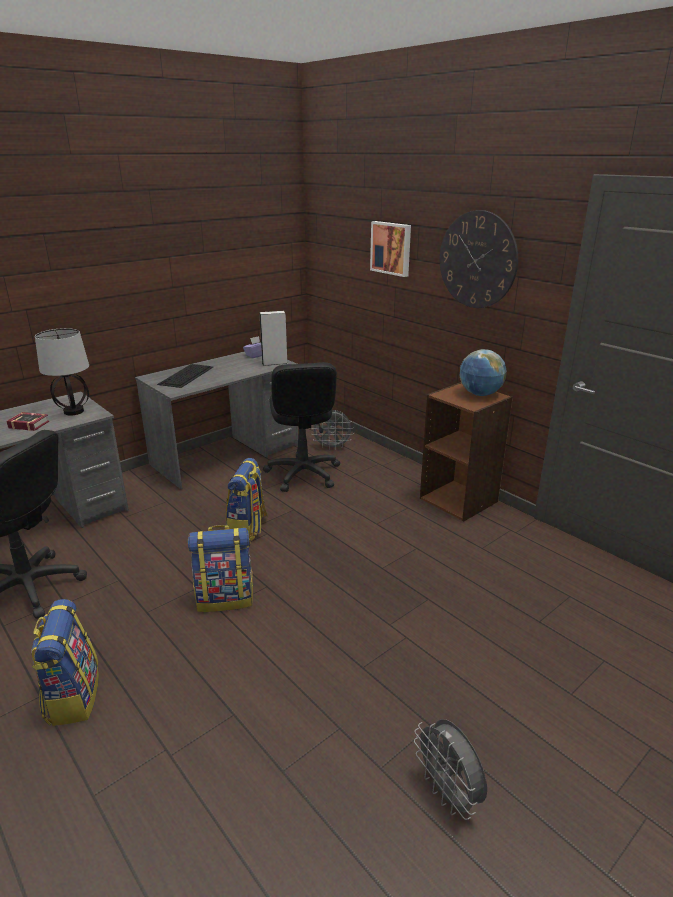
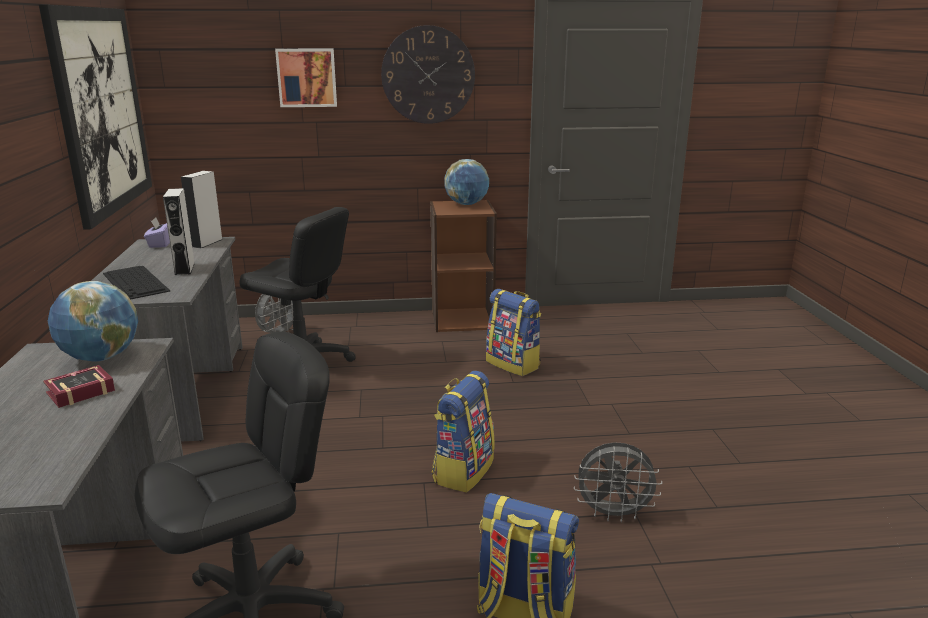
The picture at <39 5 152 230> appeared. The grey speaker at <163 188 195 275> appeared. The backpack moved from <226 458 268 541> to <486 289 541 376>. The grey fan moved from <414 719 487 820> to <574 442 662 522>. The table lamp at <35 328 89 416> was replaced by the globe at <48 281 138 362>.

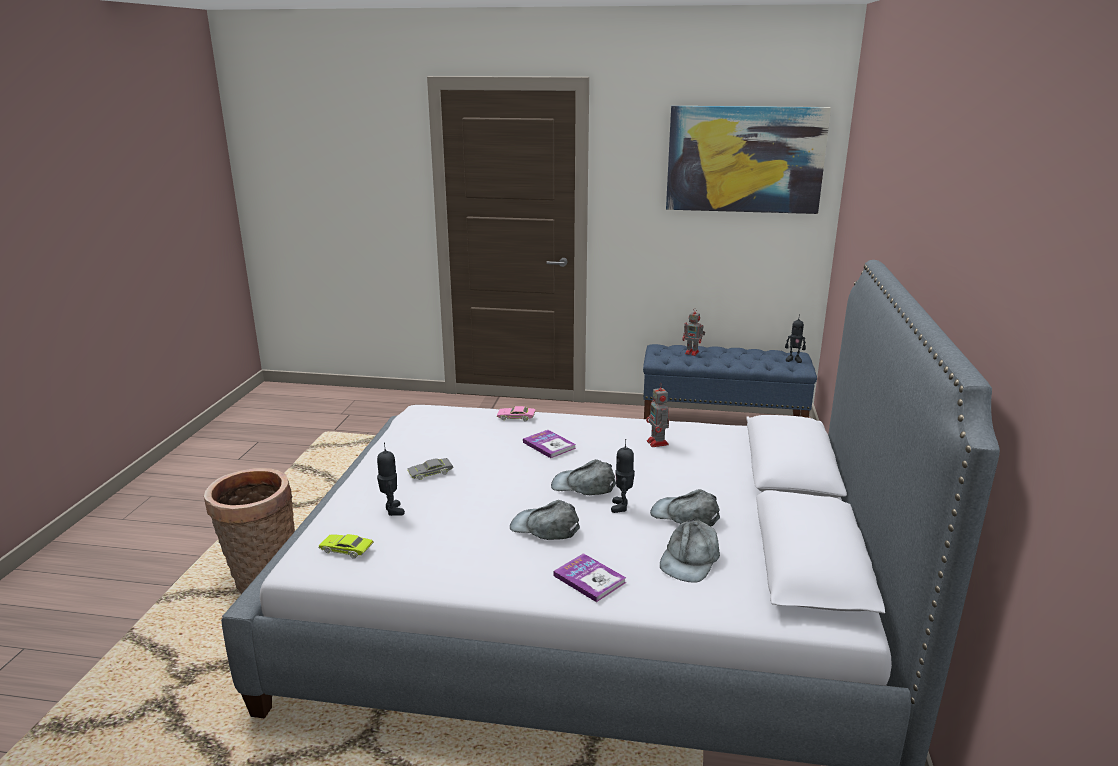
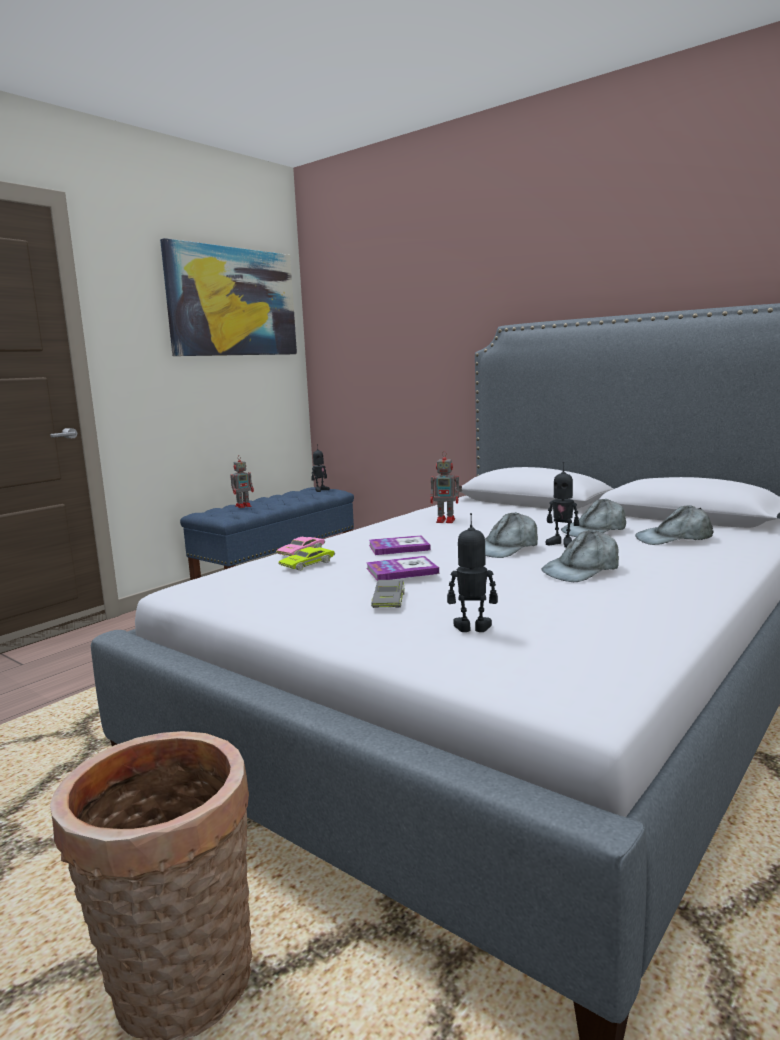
The green toy car moved from <318 534 374 559> to <278 547 335 571>. The book moved from <553 553 626 602> to <366 556 439 581>. The grey cap at <660 519 720 583> turned 120 degrees clockwise.

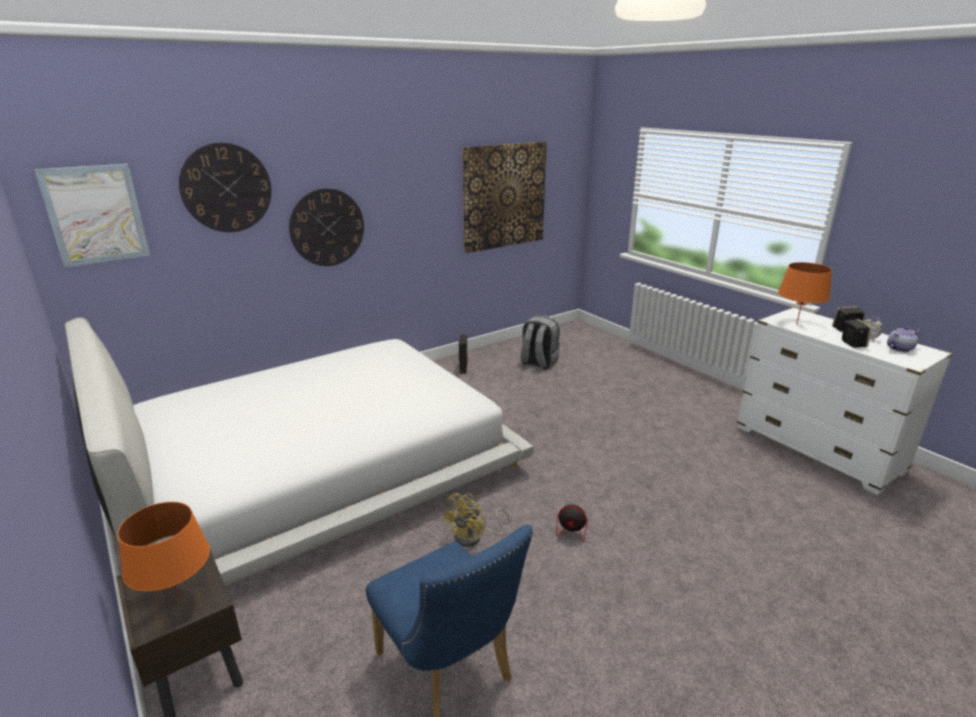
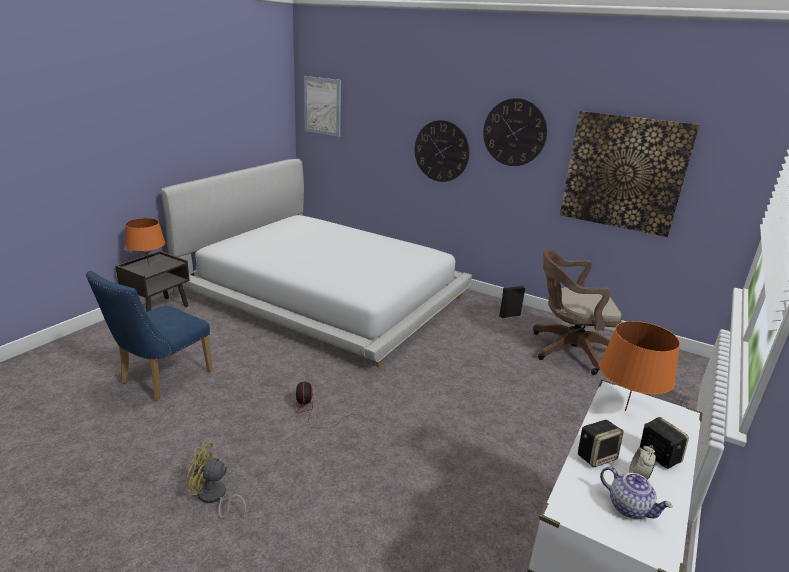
The wall clock moved from <179 143 272 232> to <483 98 547 166>. The yellow fan moved from <441 493 510 547> to <187 441 246 519>. The grey backpack at <520 315 560 370> was replaced by the brown office chair at <533 249 622 375>.

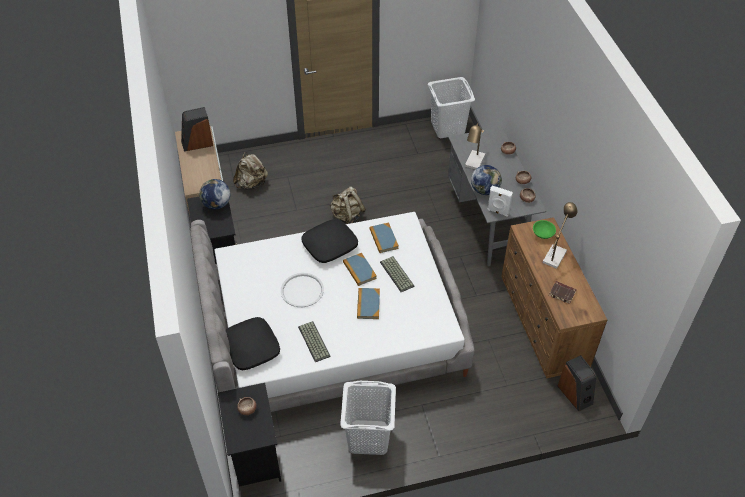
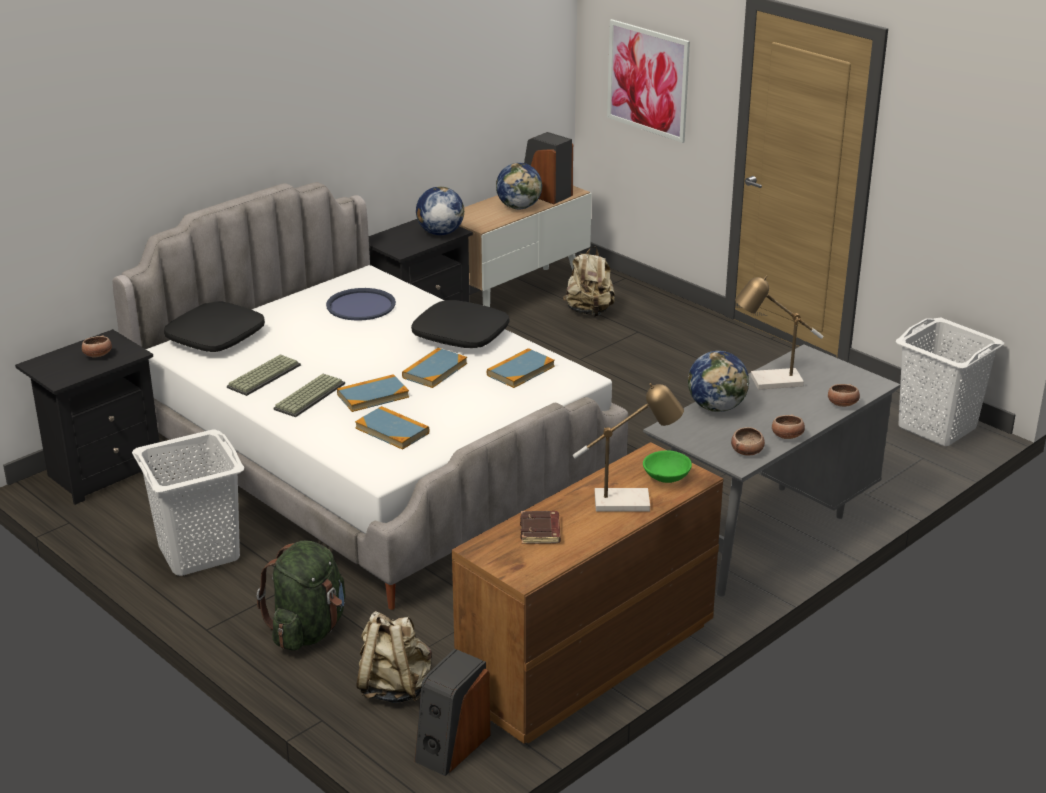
The white tray at <281 273 324 307> disappeared. The white speaker at <487 186 513 217> disappeared. The green backpack at <256 541 345 651> appeared. The blue tray at <326 288 396 321> appeared. The book at <355 406 429 450> appeared. The globe at <496 163 542 209> appeared. The picture at <607 19 690 143> appeared. The beige backpack moved from <330 186 366 224> to <356 611 432 703>. The keyboard moved from <380 256 415 292> to <273 374 345 417>.

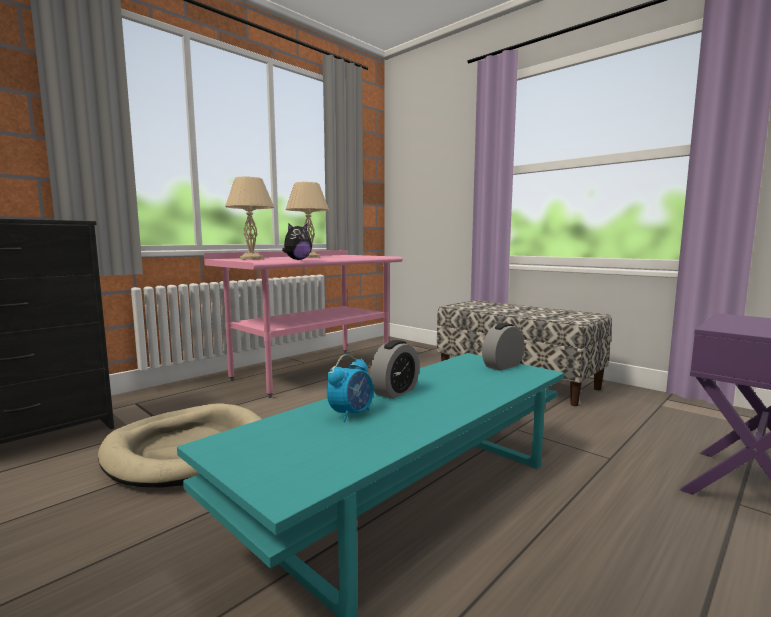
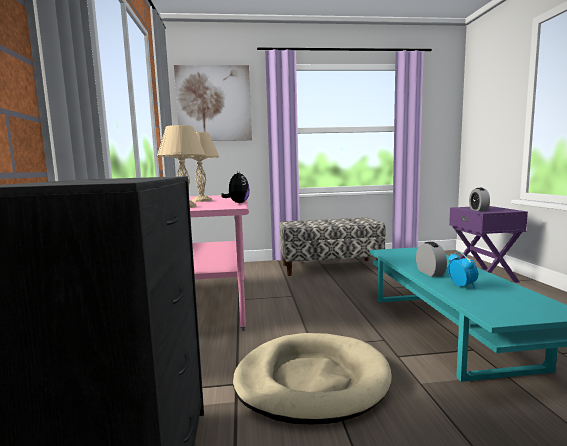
The picture at <174 65 252 141> appeared. The alarm clock moved from <482 323 524 371> to <469 188 490 211>.

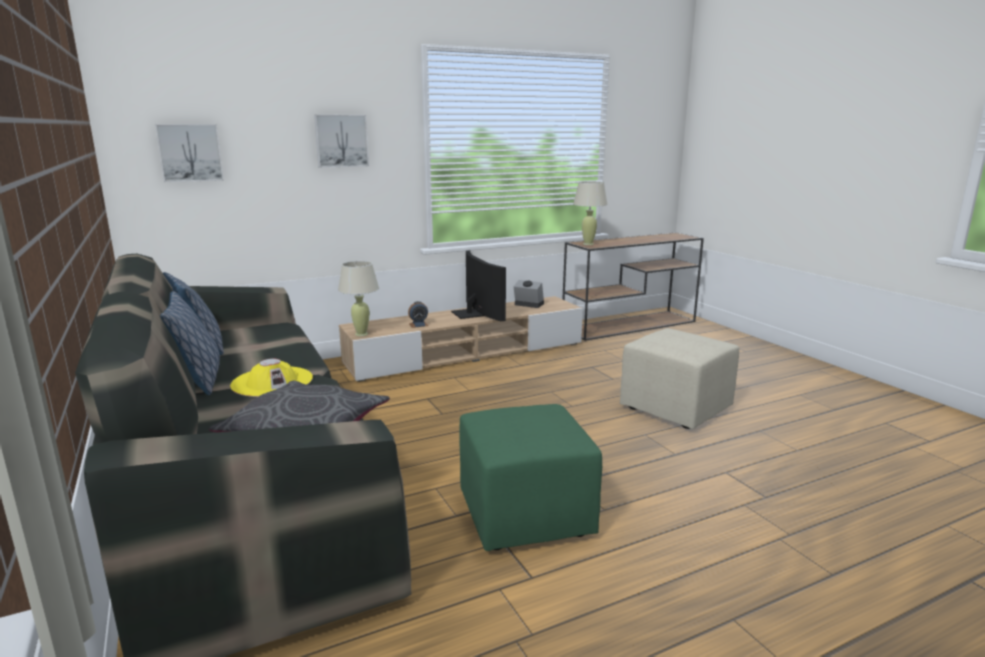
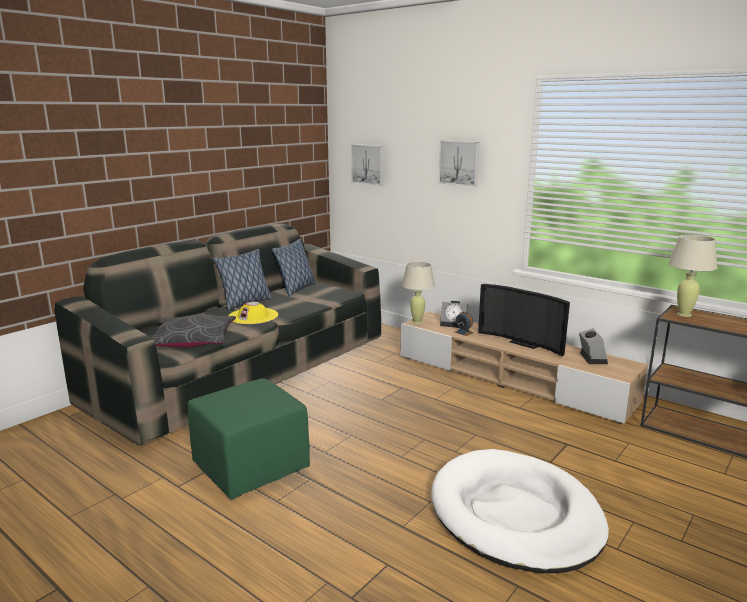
The alarm clock at <440 301 468 328> appeared. The beige ottoman at <620 328 739 429> was replaced by the white dog bed at <431 449 609 573>. The television at <451 251 506 321> turned 90 degrees clockwise.

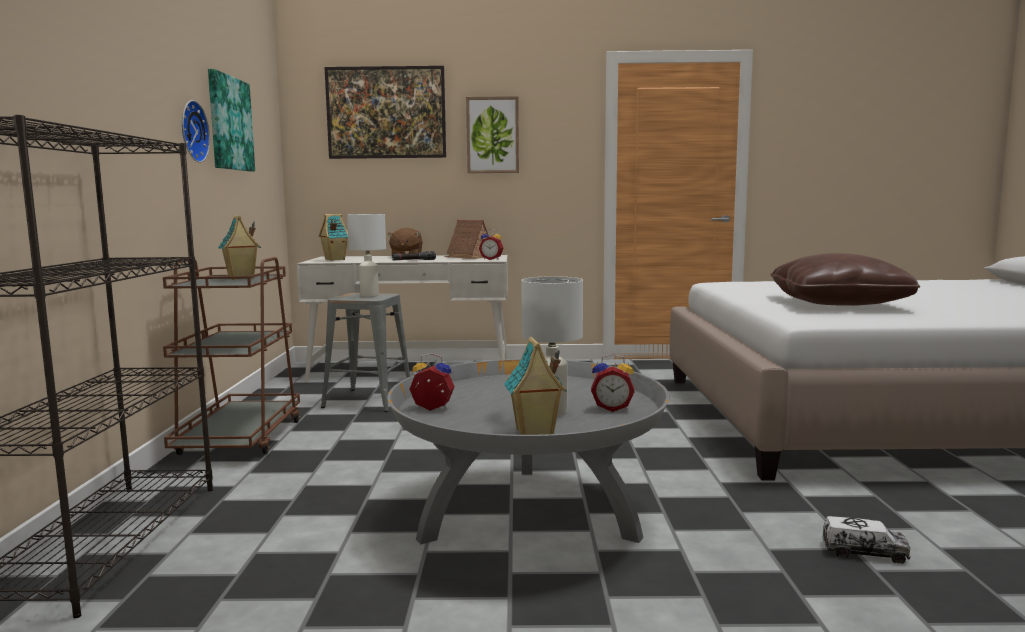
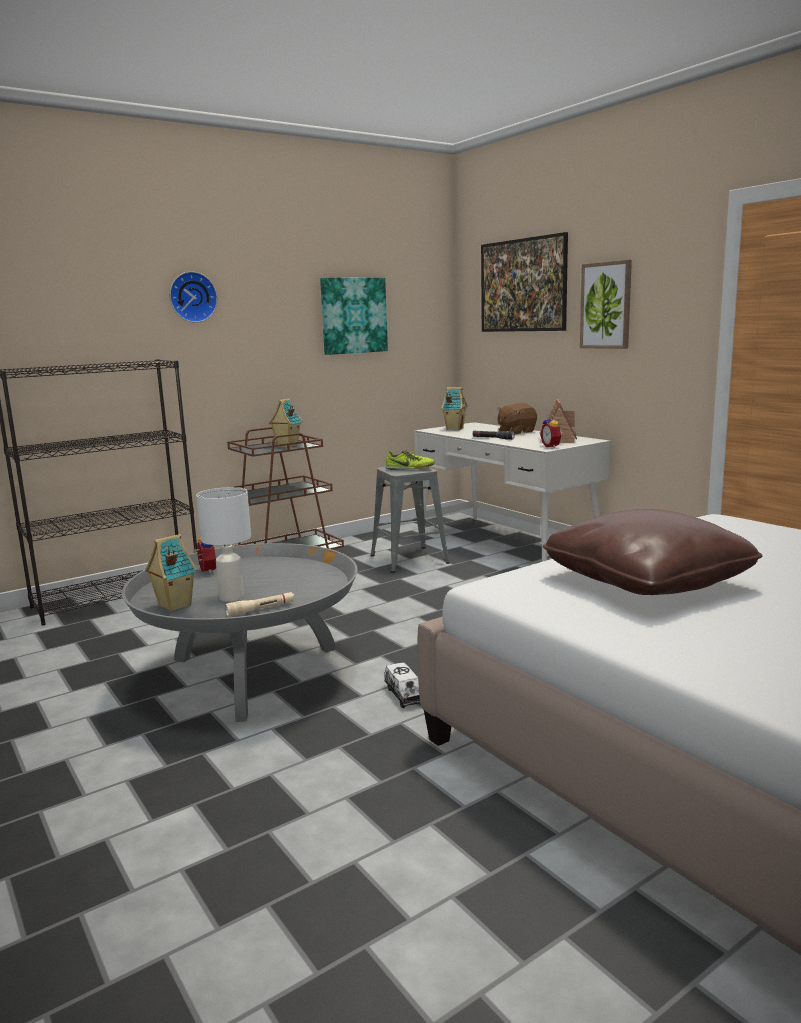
The wall clock moved from <182 100 210 163> to <170 271 218 323>. The toy truck moved from <822 516 911 564> to <384 662 420 708>. The white table lamp at <347 214 386 297> was replaced by the shoe at <386 450 435 470>. The alarm clock at <591 354 635 412> was replaced by the beige flashlight at <225 592 295 617>.

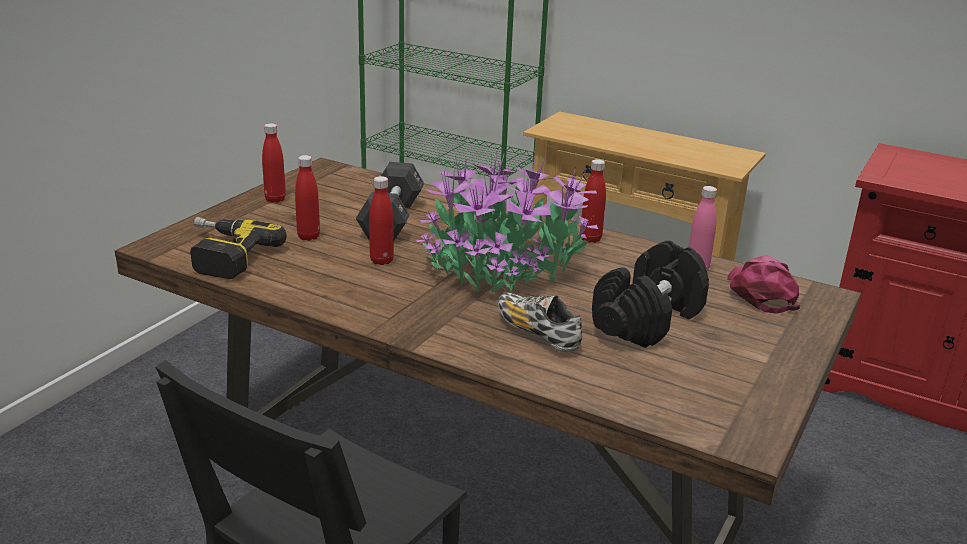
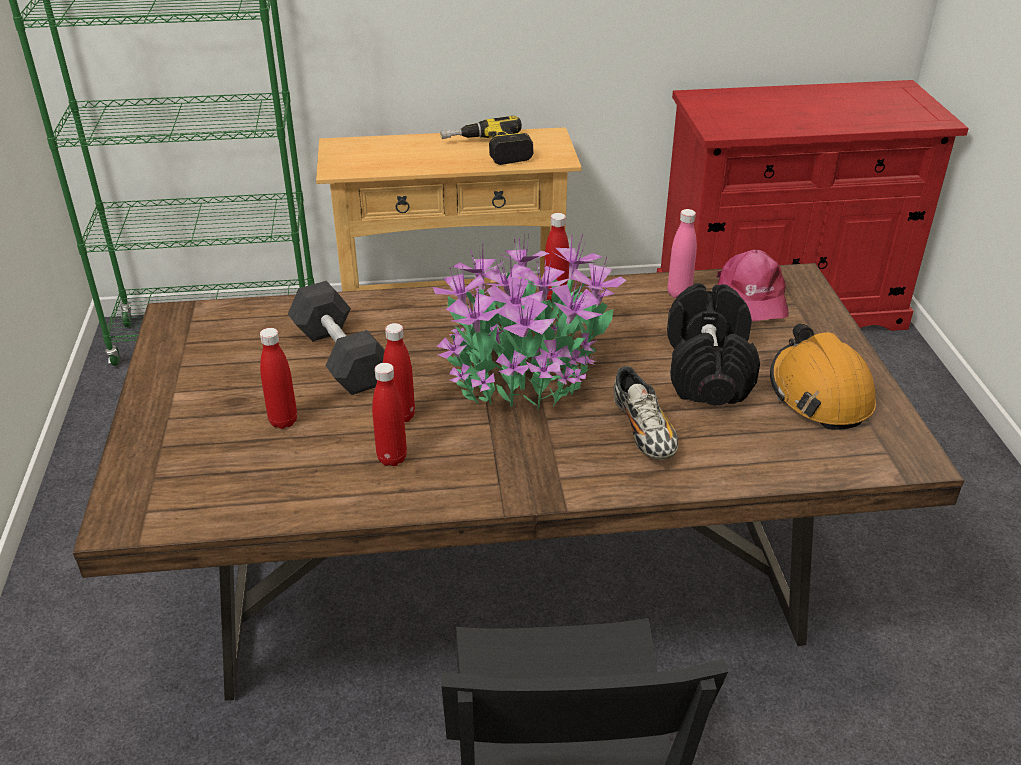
The orange hard hat at <770 323 876 430> appeared. The power drill moved from <190 217 287 279> to <440 116 533 165>. The red bottle moved from <262 123 286 203> to <372 363 407 466>. The shoe at <498 293 582 352> turned 120 degrees counterclockwise. The pink cap at <727 256 800 314> turned 150 degrees counterclockwise.

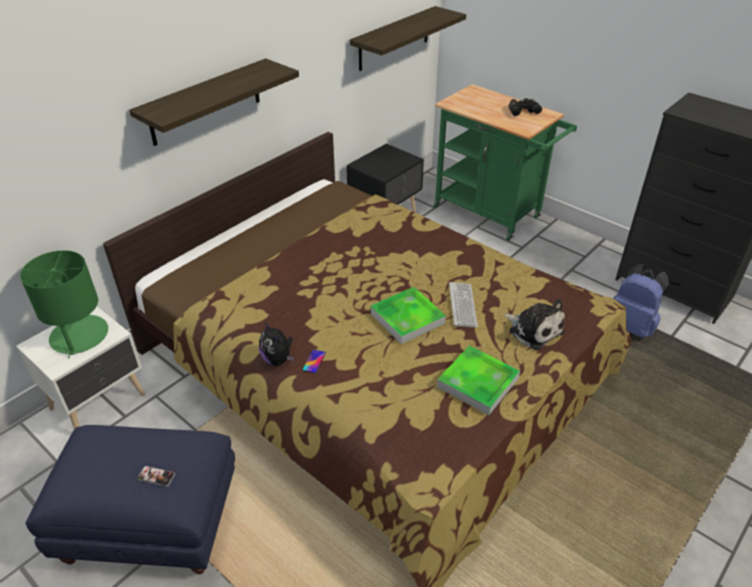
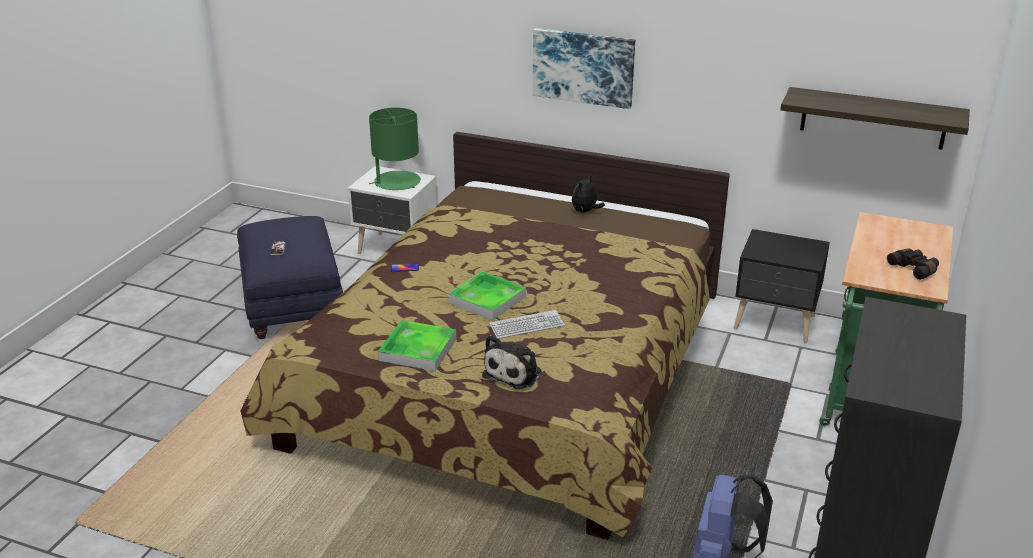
The plush toy moved from <259 321 294 366> to <572 175 605 213>. The shelf at <129 58 299 146> was replaced by the picture at <533 28 635 109>.

